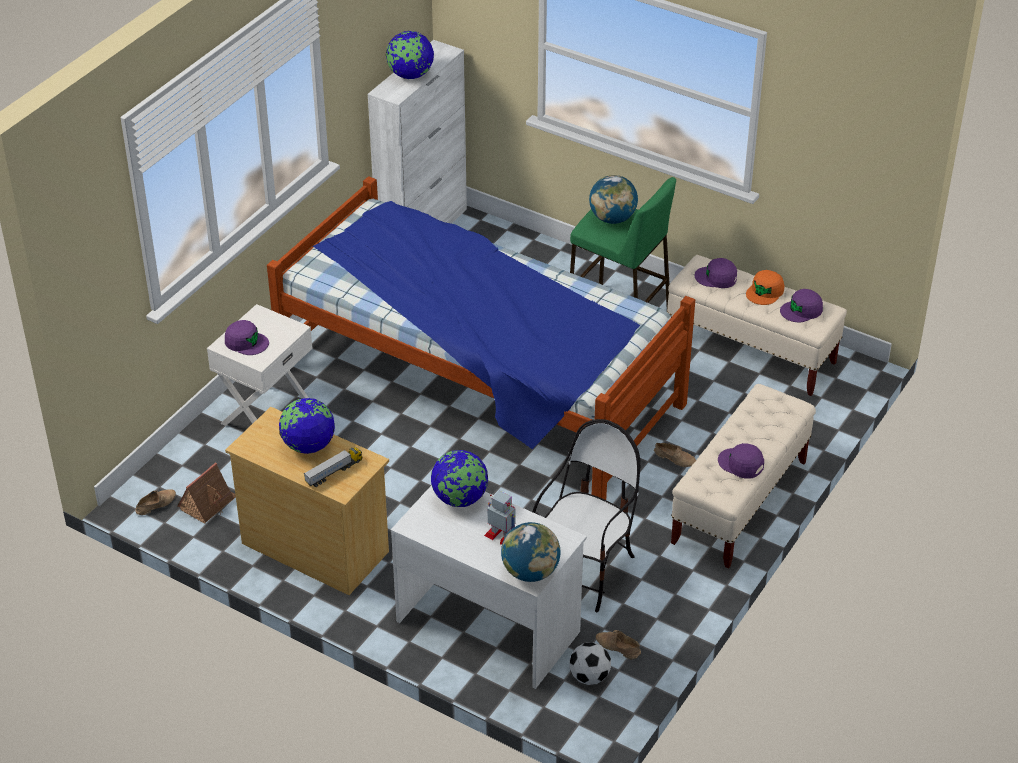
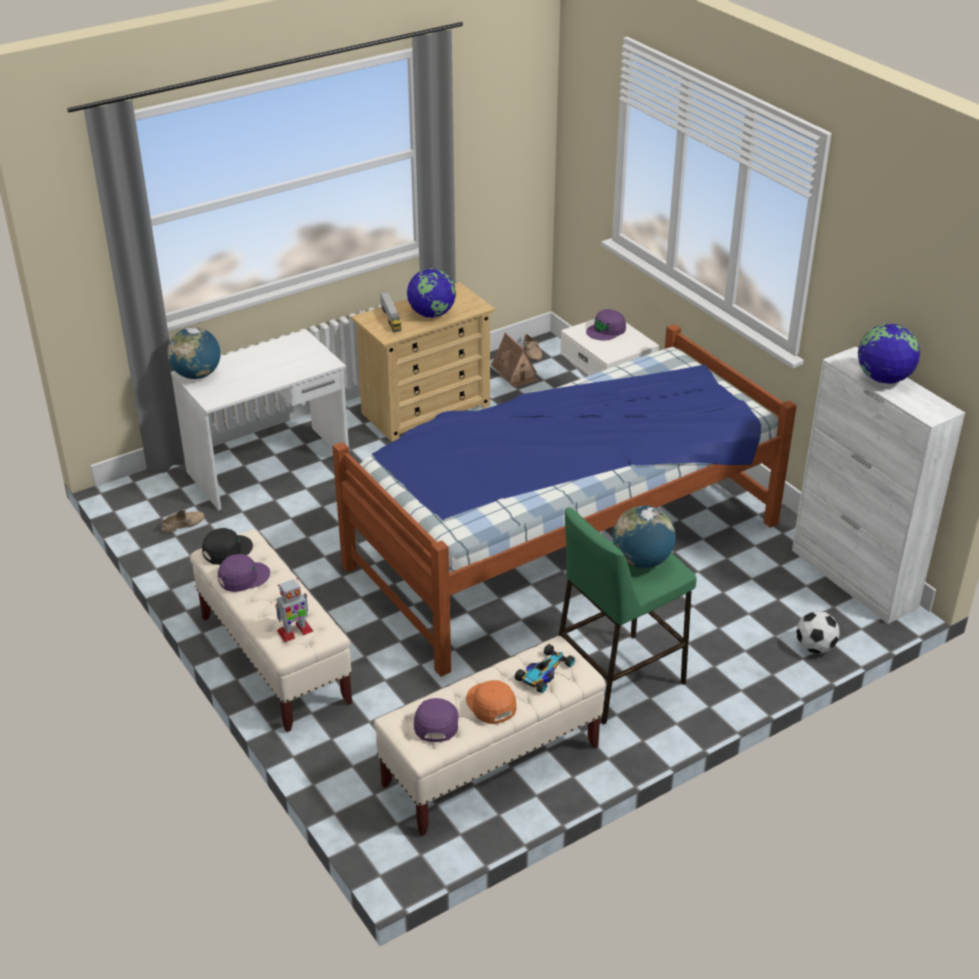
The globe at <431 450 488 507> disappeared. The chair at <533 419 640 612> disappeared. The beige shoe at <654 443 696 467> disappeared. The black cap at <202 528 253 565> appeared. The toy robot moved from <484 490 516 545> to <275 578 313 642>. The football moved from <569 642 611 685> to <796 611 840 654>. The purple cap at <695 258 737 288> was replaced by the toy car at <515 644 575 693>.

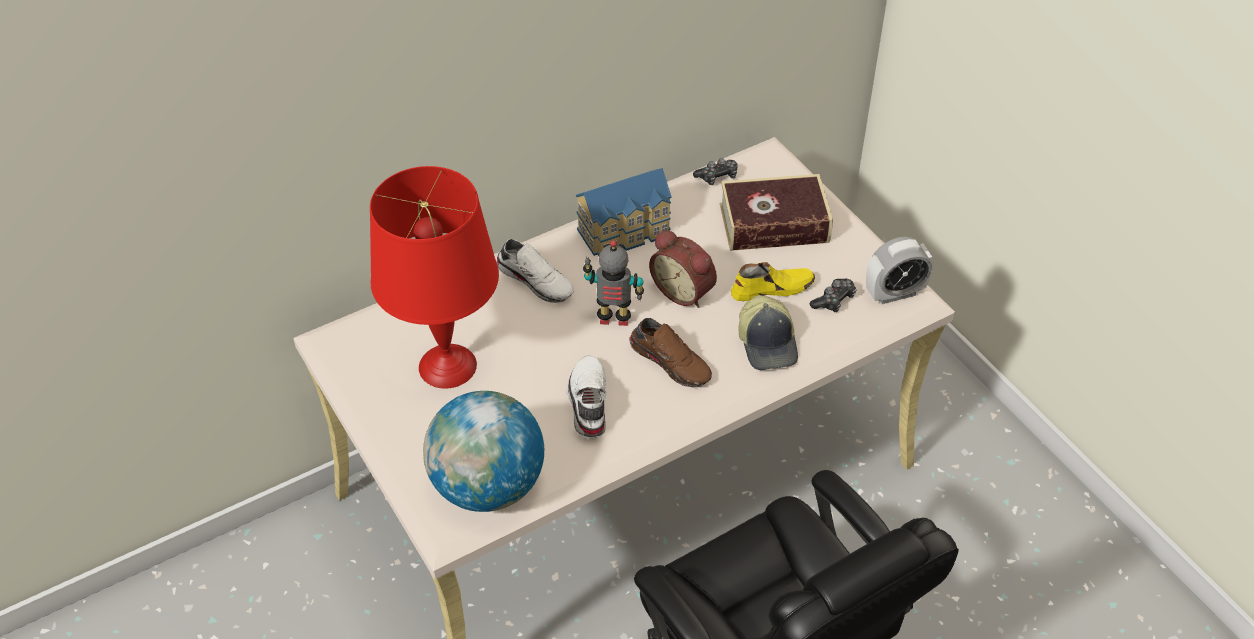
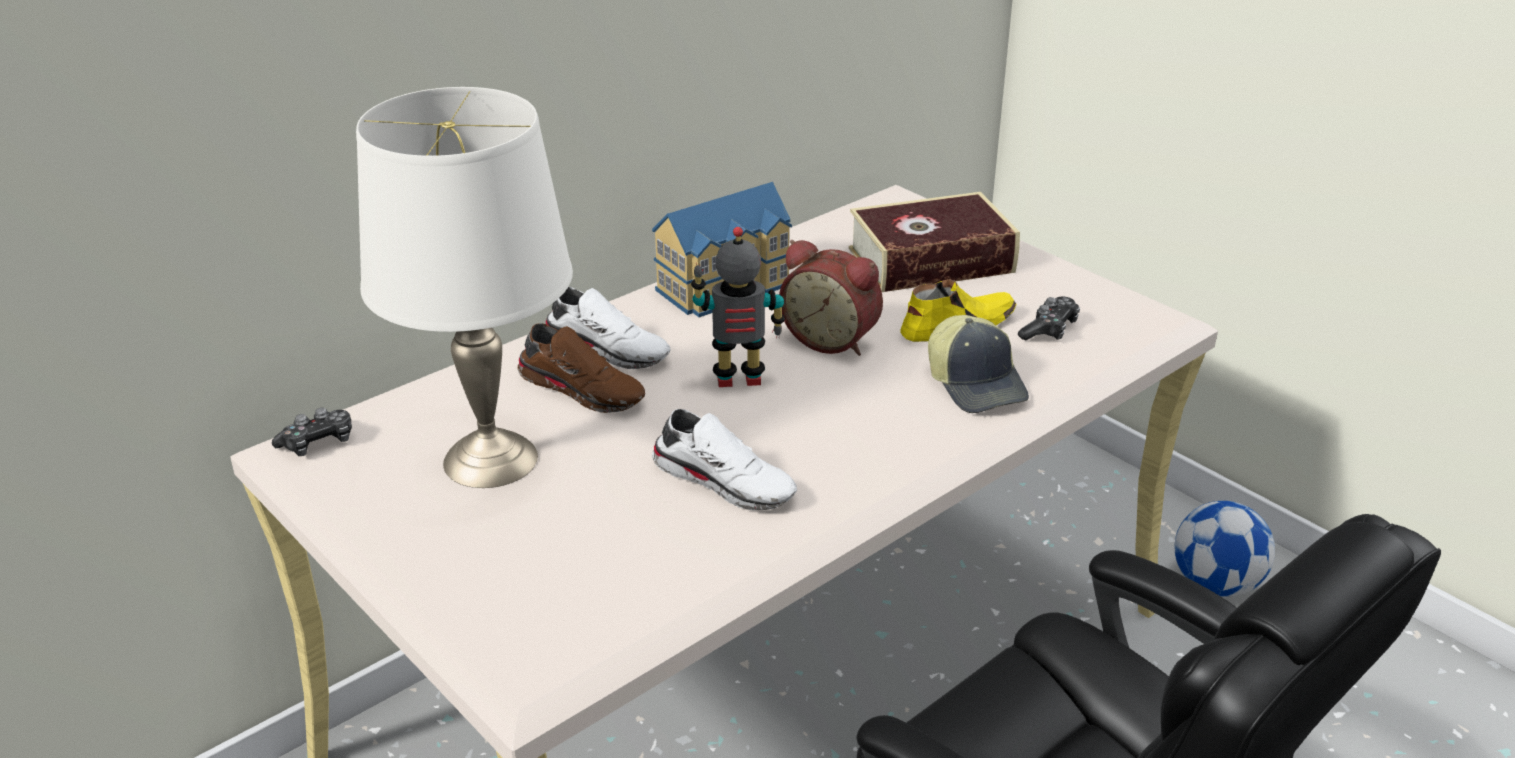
The globe at <423 391 544 512> disappeared. The alarm clock at <866 237 934 304> disappeared. The football at <1174 501 1275 597> appeared. The brown shoe moved from <629 318 712 387> to <518 323 645 413>. The game controller moved from <693 158 738 185> to <272 408 352 456>. The red table lamp at <370 166 499 389> became the white table lamp at <356 87 573 488>. The white shoe at <567 355 607 438> turned 135 degrees clockwise.

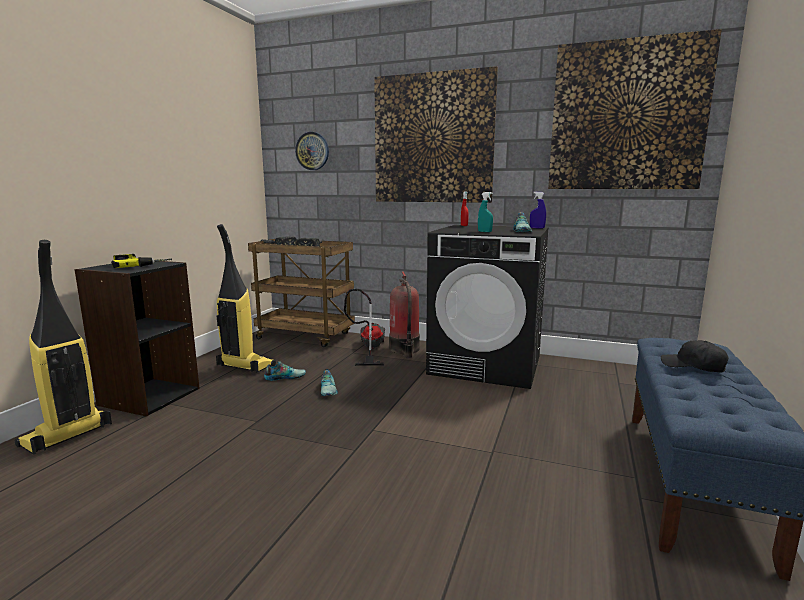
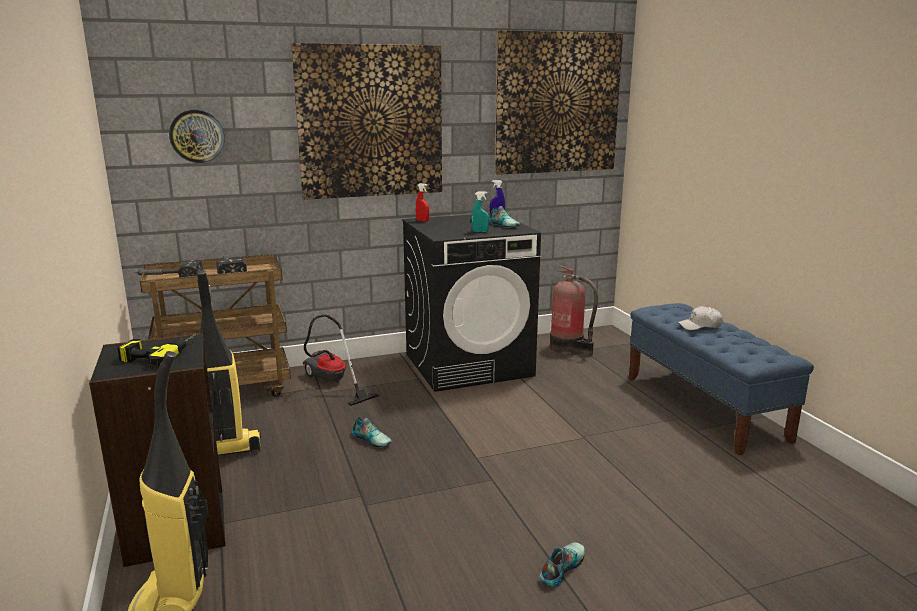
The shoe moved from <264 361 306 381> to <539 542 585 587>. The fire extinguisher moved from <389 272 420 358> to <550 265 598 356>. The black cap at <661 340 729 373> became the white cap at <678 306 723 330>.

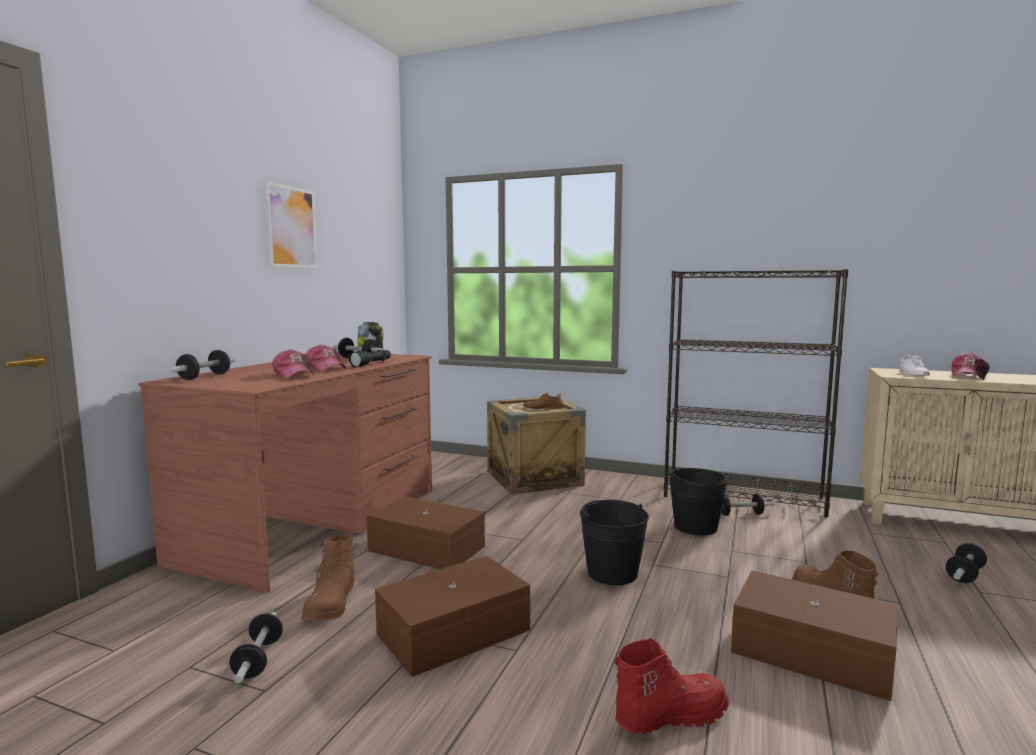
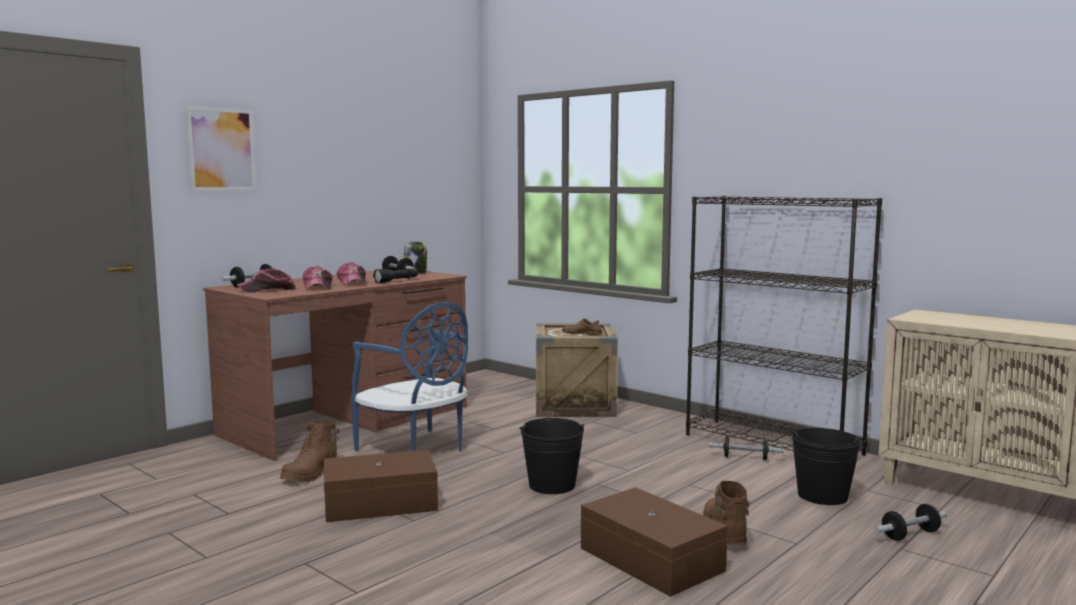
The dumbbell at <229 612 283 683> disappeared. The red boot at <615 638 729 735> disappeared. The white shoe at <900 354 930 376> disappeared. The picture moved from <264 181 318 269> to <186 106 256 191>. The black bucket moved from <669 468 728 535> to <791 428 863 505>. The cap moved from <951 353 990 380> to <237 268 296 293>. The brown storage box at <366 496 485 569> was replaced by the blue chair at <351 302 468 452>.

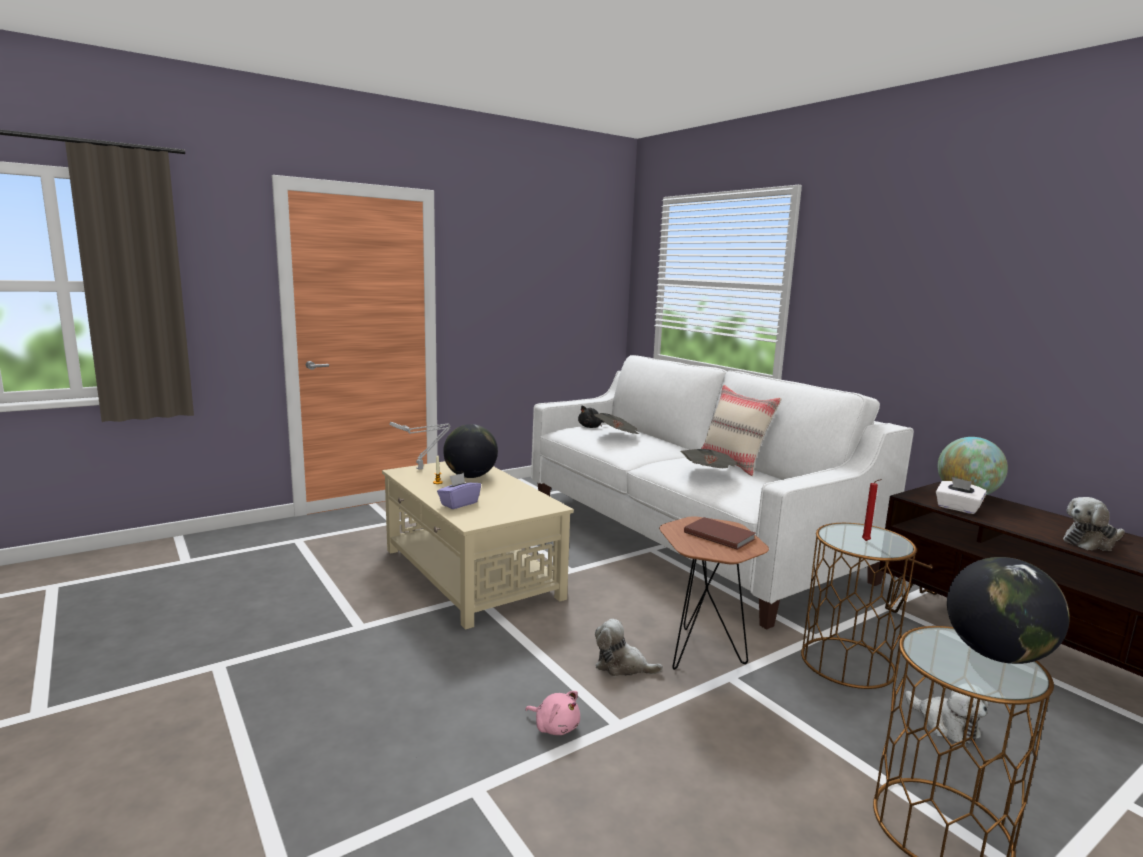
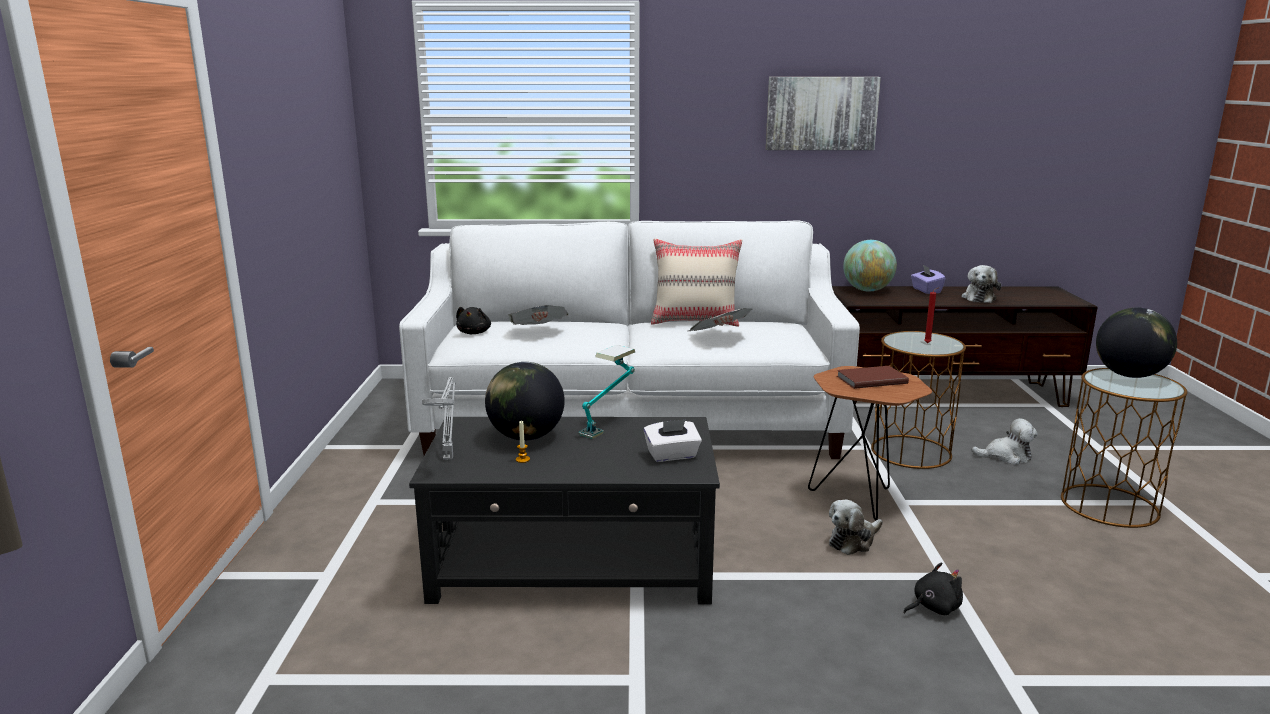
The table lamp at <579 345 635 439> appeared. The picture at <766 77 881 150> appeared. The purple tissue box moved from <437 473 481 509> to <911 265 946 294>. The white tissue box moved from <936 477 987 514> to <644 420 702 462>. The beige coffee table at <382 461 574 630> became the black coffee table at <409 417 720 604>. The pink plush toy at <525 691 580 735> became the black plush toy at <903 562 963 615>.

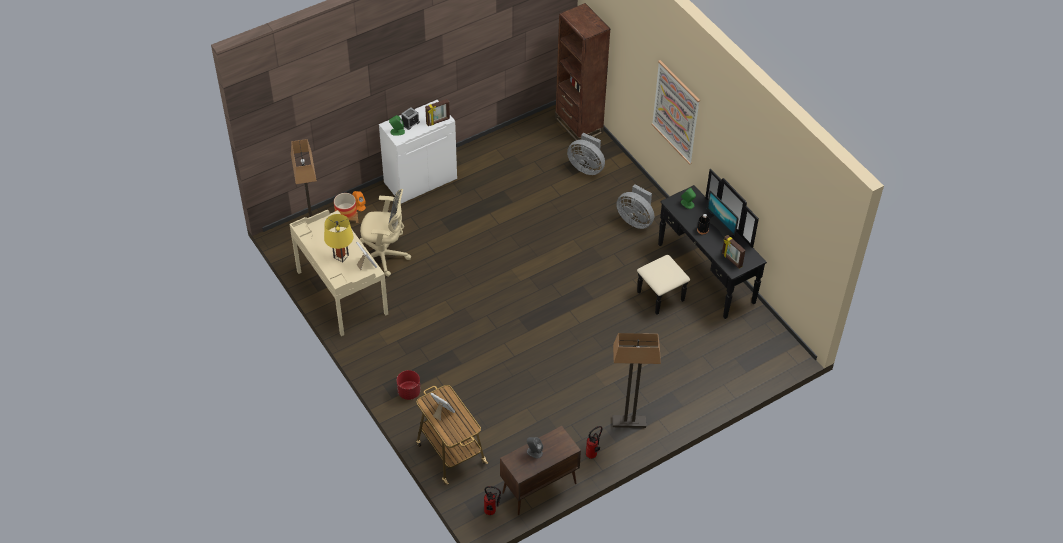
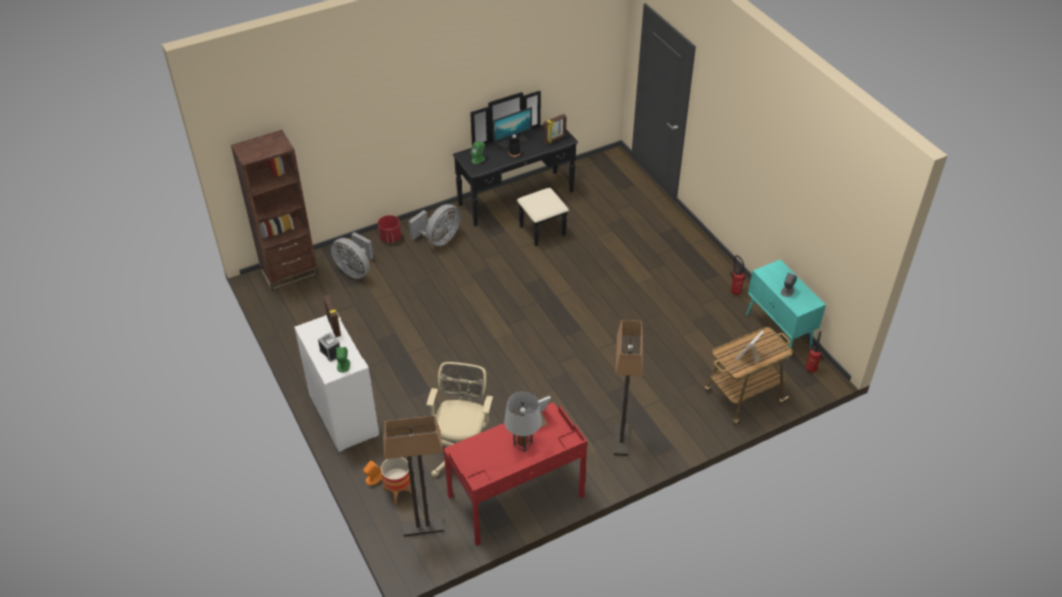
The picture at <652 60 700 165> disappeared. The red planter moved from <397 370 421 400> to <378 215 401 243>. The floor lamp moved from <612 333 661 428> to <614 320 643 456>. The beige desk at <289 210 388 336> became the red desk at <443 402 587 546>. The yellow table lamp at <324 214 354 262> became the grey table lamp at <504 391 542 452>. The brown cabinet at <500 426 581 515> became the turquoise cabinet at <746 260 826 359>. The grey fan at <567 133 605 175> turned 90 degrees clockwise.

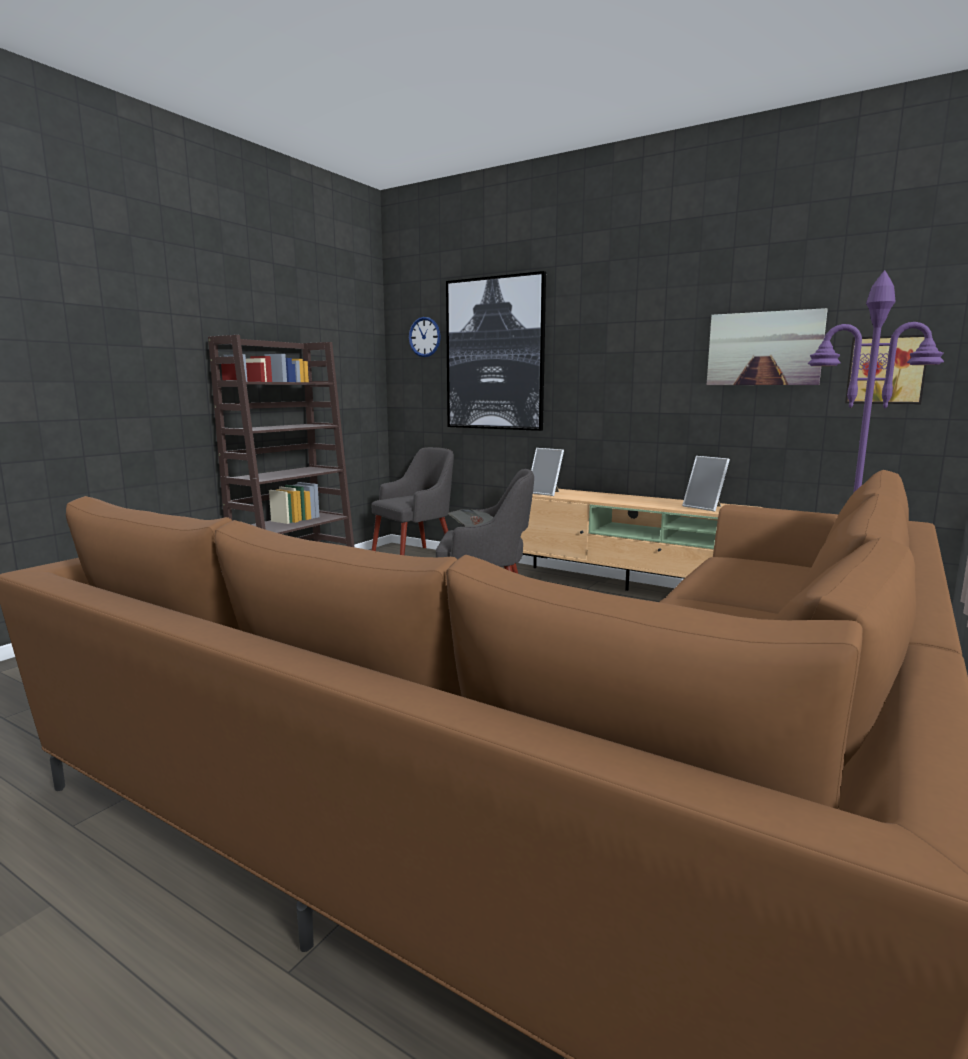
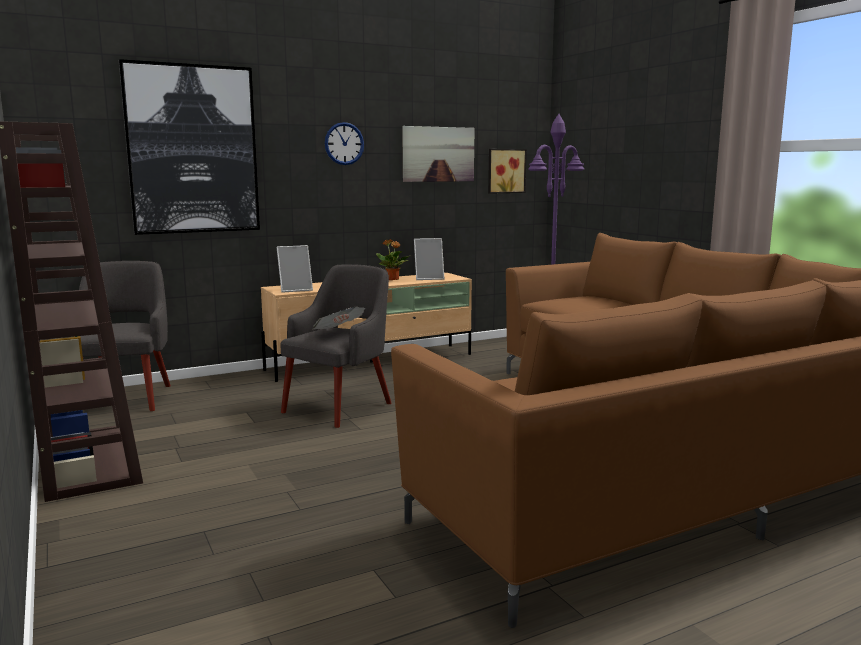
The potted plant at <376 239 411 280> appeared. The wall clock moved from <409 317 441 357> to <325 122 364 165>.

